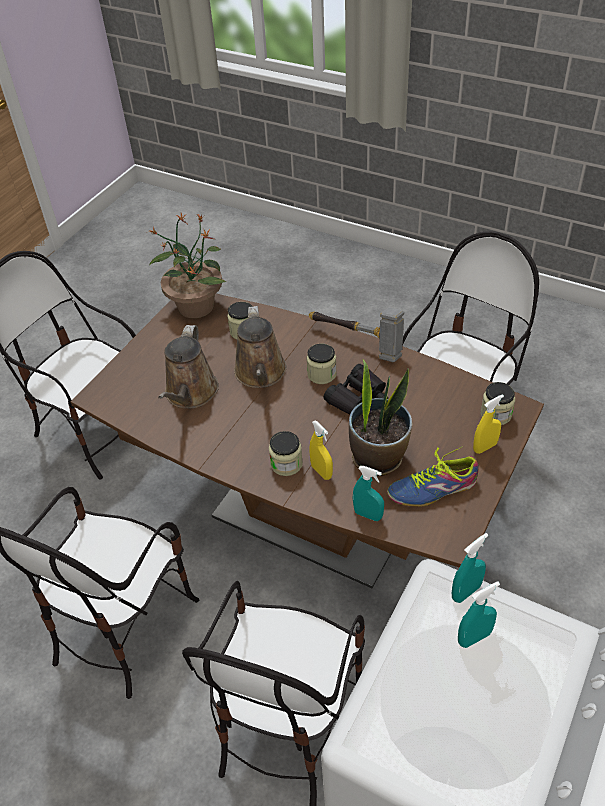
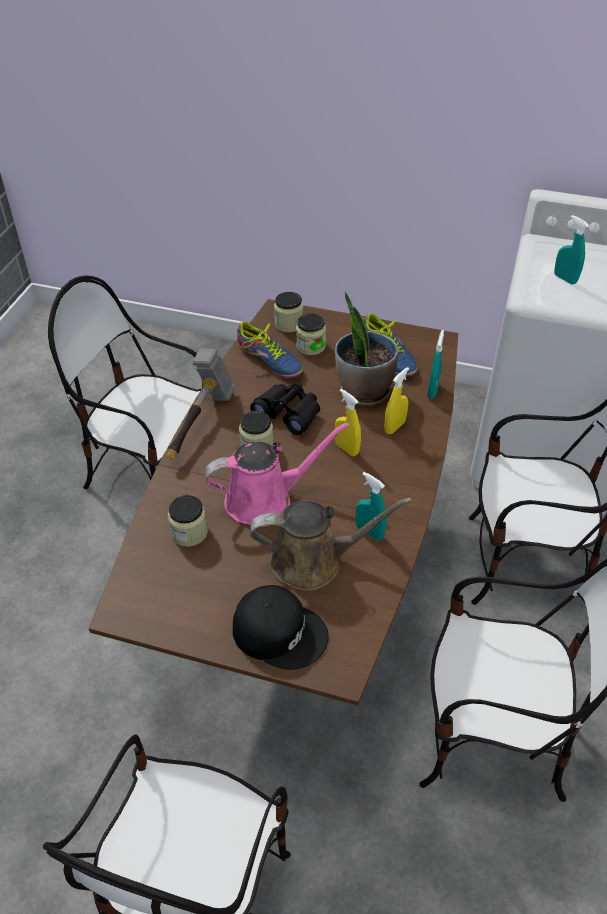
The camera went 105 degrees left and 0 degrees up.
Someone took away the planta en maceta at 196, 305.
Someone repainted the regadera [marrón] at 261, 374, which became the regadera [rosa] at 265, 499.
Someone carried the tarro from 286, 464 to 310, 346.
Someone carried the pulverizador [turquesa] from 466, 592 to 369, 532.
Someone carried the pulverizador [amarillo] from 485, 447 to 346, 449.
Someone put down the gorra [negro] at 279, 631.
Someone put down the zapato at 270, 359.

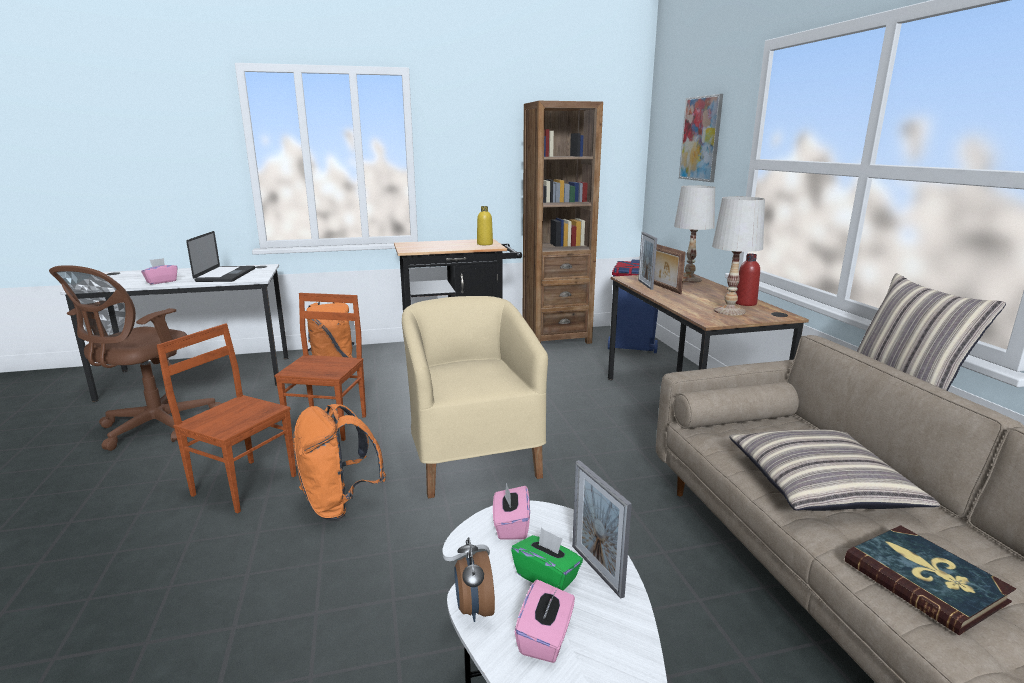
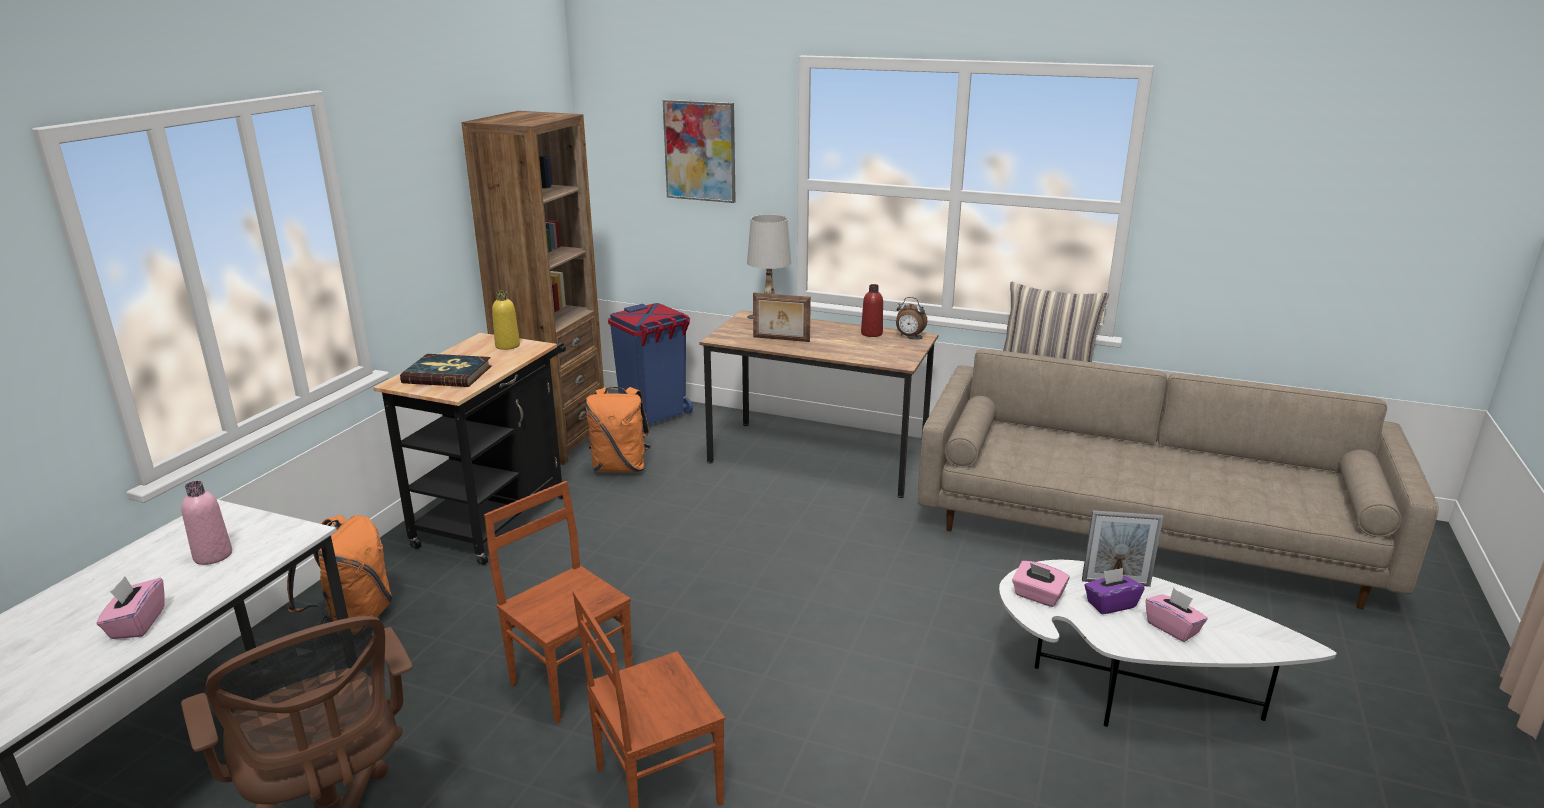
The camera went 55 degrees left and 5 degrees up.
Someone swapped the portátil at 225, 275 for the botella [rosa] at 213, 556.
Someone carried the mochila [naranja] from 339, 504 to 620, 467.
Someone took away the sillón [beis] at 472, 458.
Someone carried the despertador from 474, 609 to 909, 336.
Someone repainted the caja de pañuelos [verde] at 546, 576, which became the caja de pañuelos [morado] at 1110, 604.
Someone took away the portarretratos at 645, 284.
Someone took away the lámpara de mesa [blanco] at 729, 311.
Someone took away the cojín at 820, 486.
Someone carried the libro from 924, 581 to 447, 374.

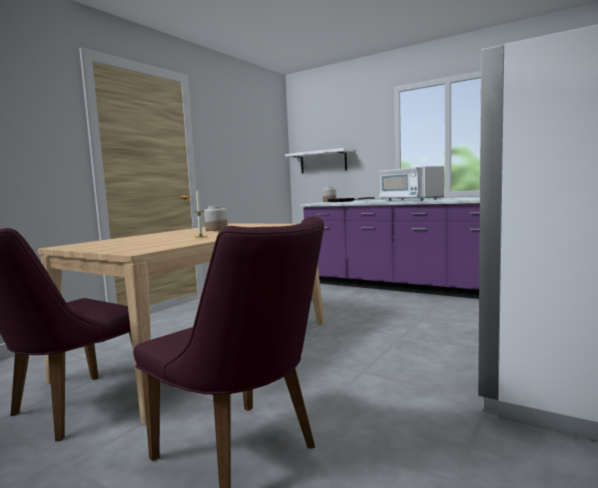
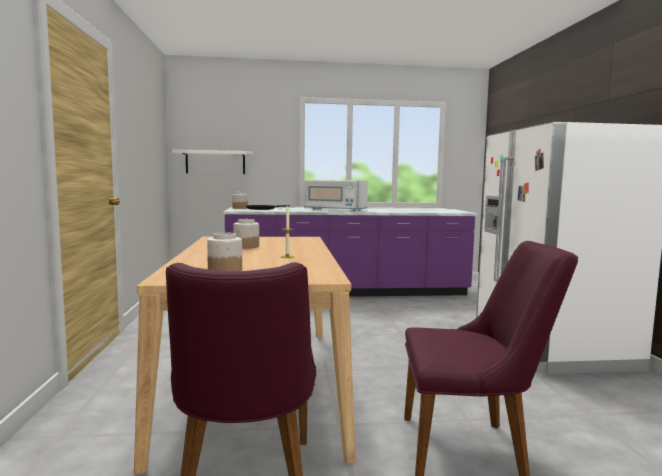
The camera went 40 degrees left and 0 degrees up.
Someone put down the tarro at 224, 270.

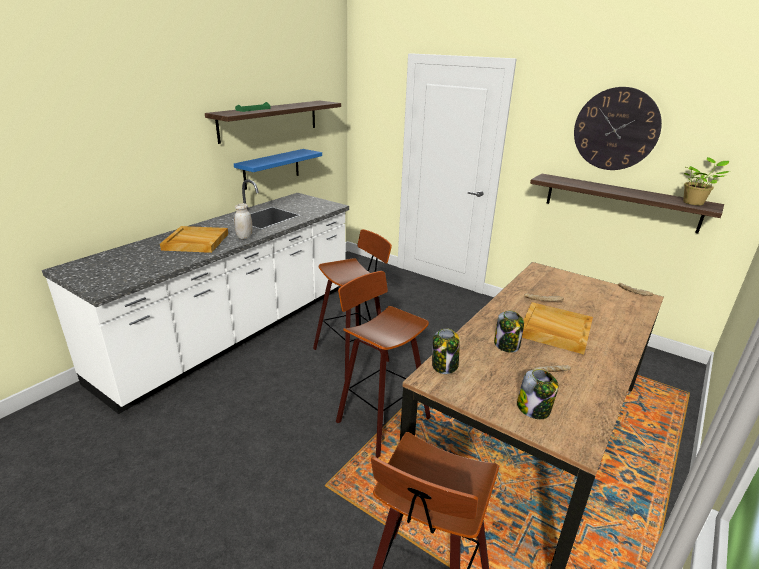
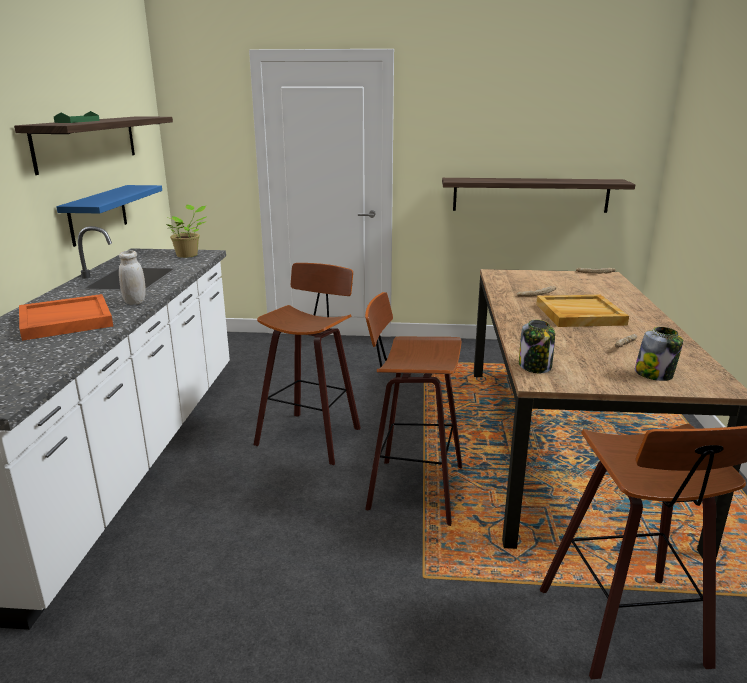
The camera went 30 degrees left and 5 degrees down.
Someone repainted the bandeja [beis] at 195, 242, which became the bandeja [naranja] at 65, 321.
Someone took away the tarro at 507, 345.
Someone took away the reloj de pared at 616, 129.
Someone carried the planta en maceta from 694, 202 to 189, 255.

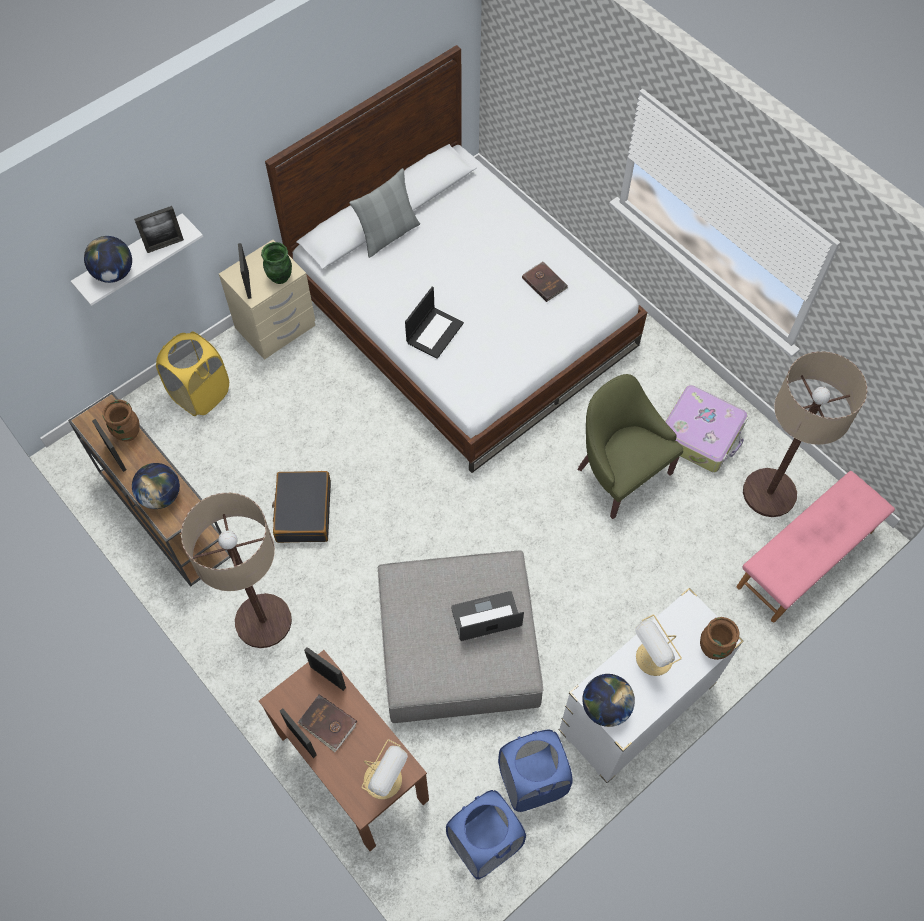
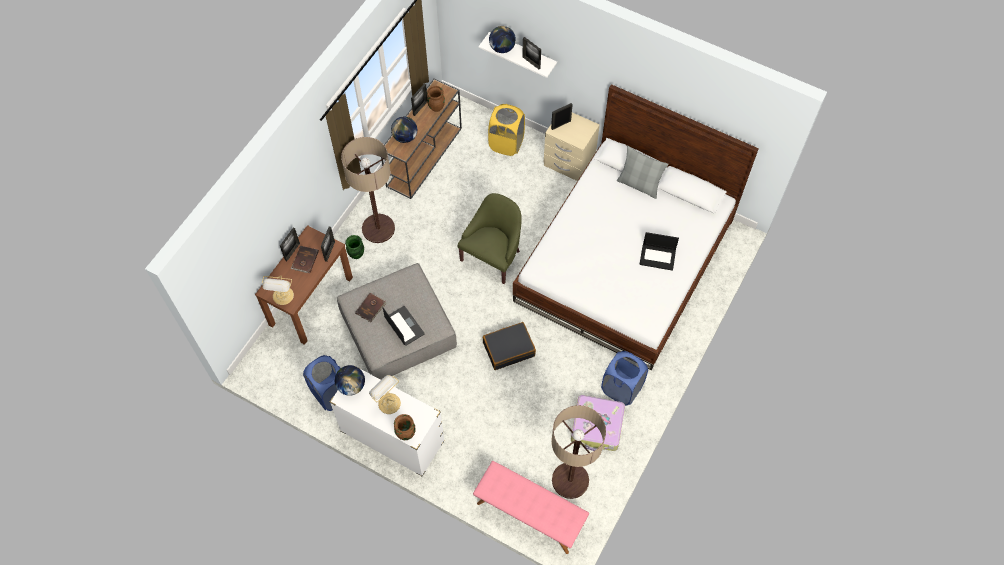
The camera went 70 degrees right and 0 degrees up.
Someone carried the florero [verde] from 280, 278 to 356, 254.
Someone carried the maleta [negro] from 303, 512 to 508, 349.
Someone carried the portátil from 434, 332 to 658, 257.
Someone carried the cesto de la ropa [azul] from 484, 843 to 621, 388.
Someone carried the libro [marrón] from 544, 282 to 371, 308.
Someone carried the sillón [verde] from 620, 472 to 493, 256.

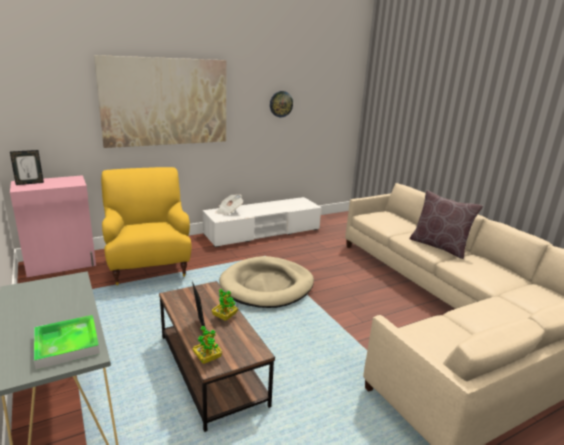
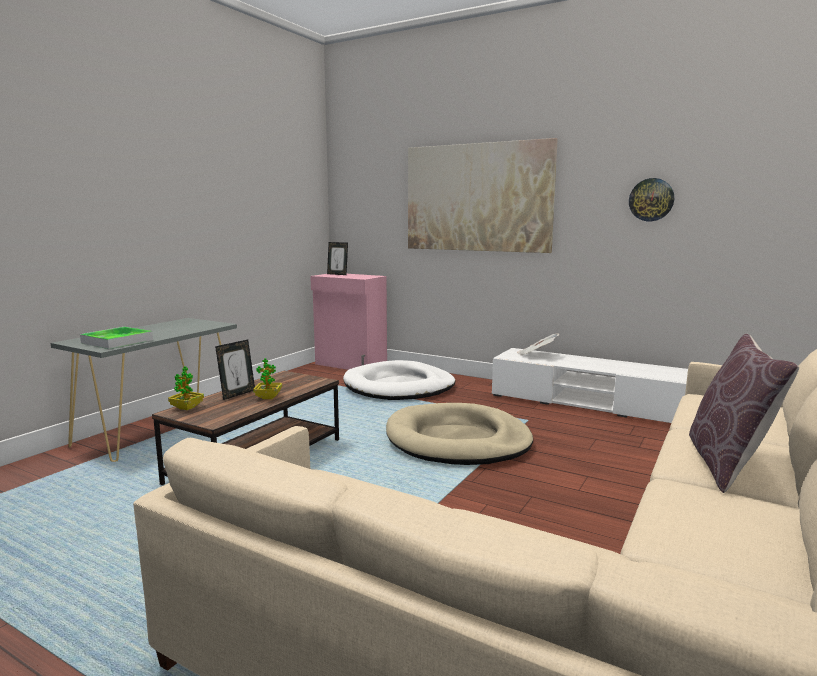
The camera went 60 degrees right and 10 degrees down.
Someone swapped the sillón [amarillo] at 149, 266 for the cama para perro [blanco] at 399, 386.

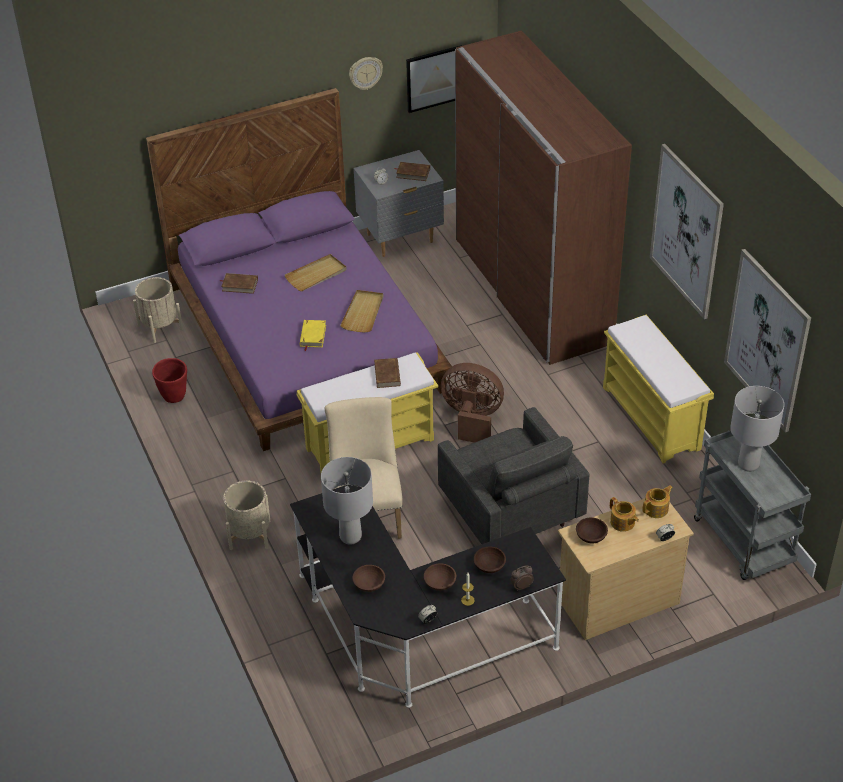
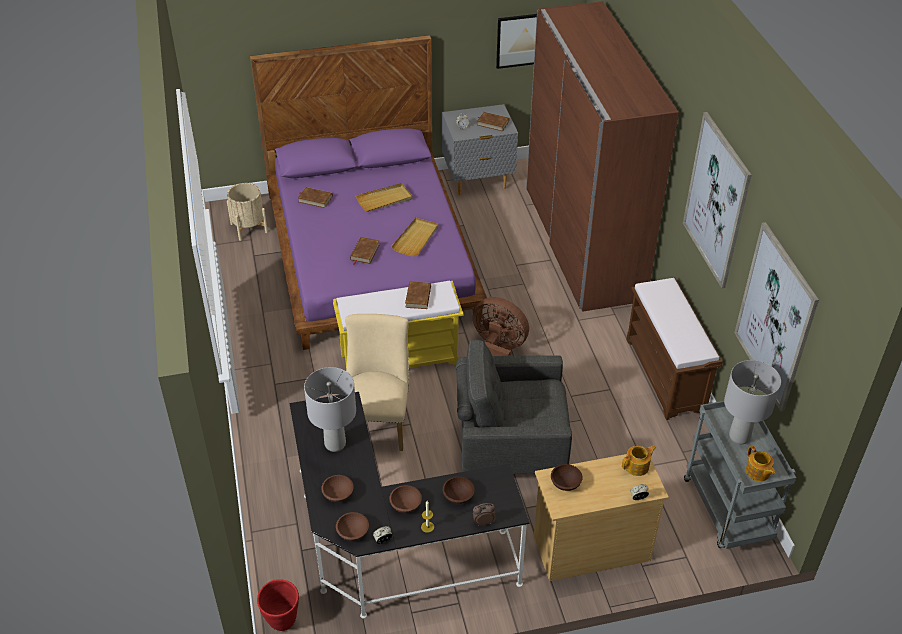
The camera went 10 degrees right and 0 degrees up.
Someone carried the maceta [rojo] from 174, 397 to 282, 621.
Someone took away the maceta [beis] at 250, 535.
Someone repainted the libro [amarillo] at 312, 336, which became the libro [marrón] at 364, 252.
Someone took away the reloj de pared at 365, 73.
Someone rotated the sillón [gris] at 510, 513 by 105 degrees clockwise.
Someone repainted the banco [amarillo] at 652, 418, which became the banco [marrón] at 666, 375.
Someone carried the tetera from 622, 523 to 757, 472.
Someone put down the cuenco [marrón] at 352, 532.

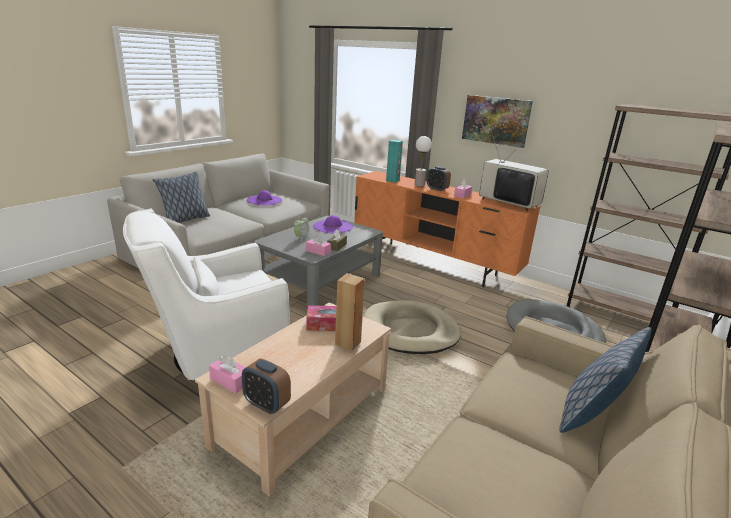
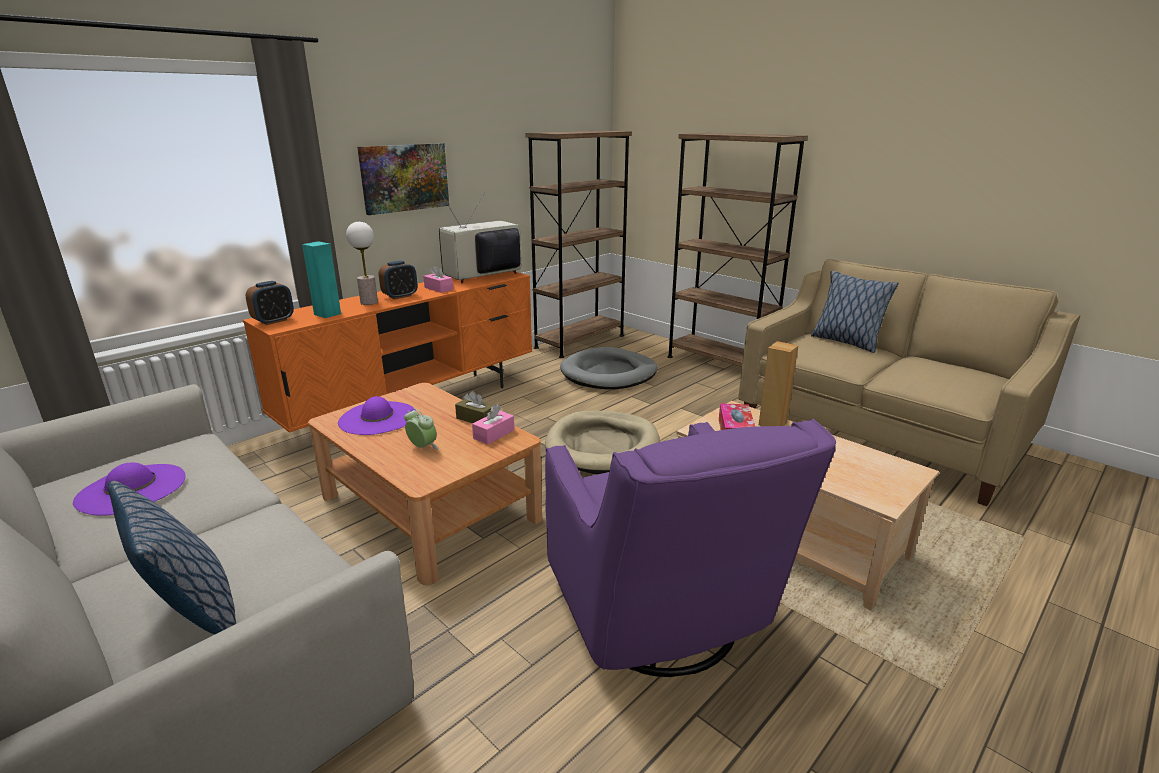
The camera went 80 degrees left and 0 degrees up.
Someone repainted the sillón [blanco] at 216, 353, which became the sillón [morado] at 662, 622.
Someone took away the caja de pañuelos [rosa] at 230, 381.
Someone carried the despertador from 266, 404 to 274, 321.
Someone repainted the mesa de centro [gris] at 320, 280, which became the mesa de centro [marrón] at 429, 507.

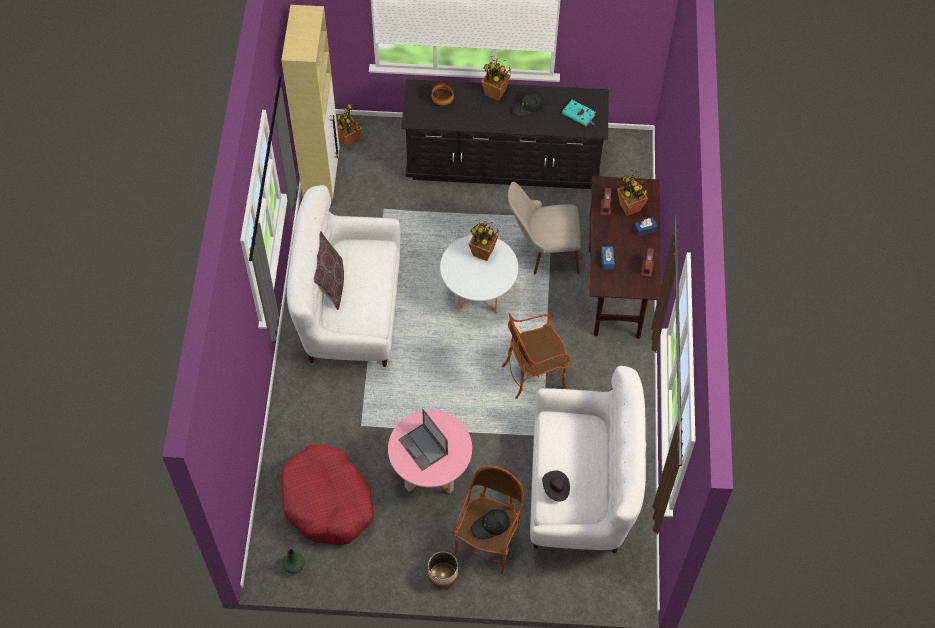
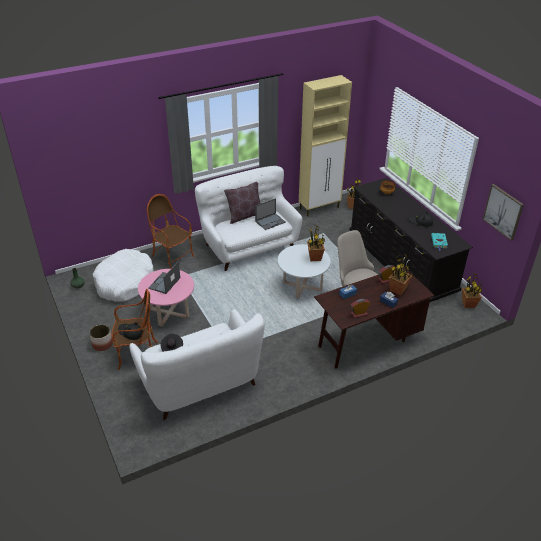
The camera went 60 degrees right and 20 degrees down.
Someone repainted the cama para perro [rojo] at 327, 501, which became the cama para perro [blanco] at 125, 282.
Someone carried the planta en maceta from 495, 92 to 468, 304.
Someone carried the sillón from 534, 373 to 172, 257.
Someone put down the portátil at 270, 221.
Someone put up the cuadro at 503, 211.

